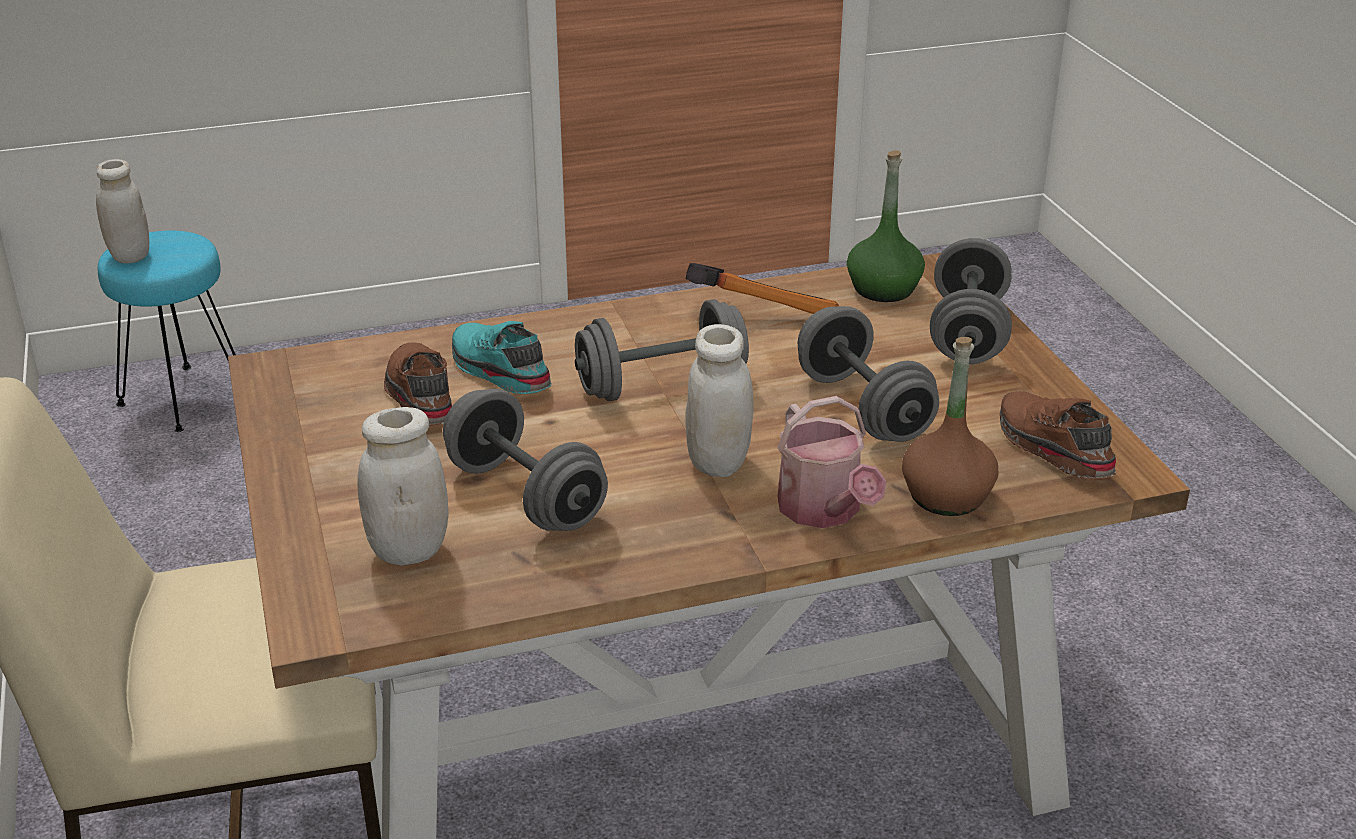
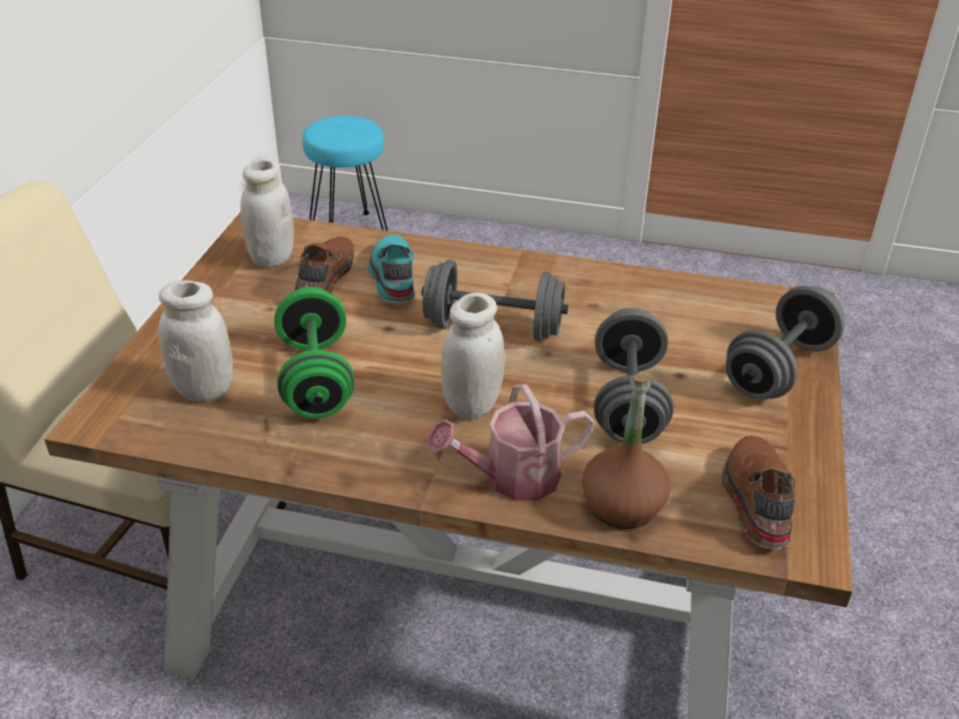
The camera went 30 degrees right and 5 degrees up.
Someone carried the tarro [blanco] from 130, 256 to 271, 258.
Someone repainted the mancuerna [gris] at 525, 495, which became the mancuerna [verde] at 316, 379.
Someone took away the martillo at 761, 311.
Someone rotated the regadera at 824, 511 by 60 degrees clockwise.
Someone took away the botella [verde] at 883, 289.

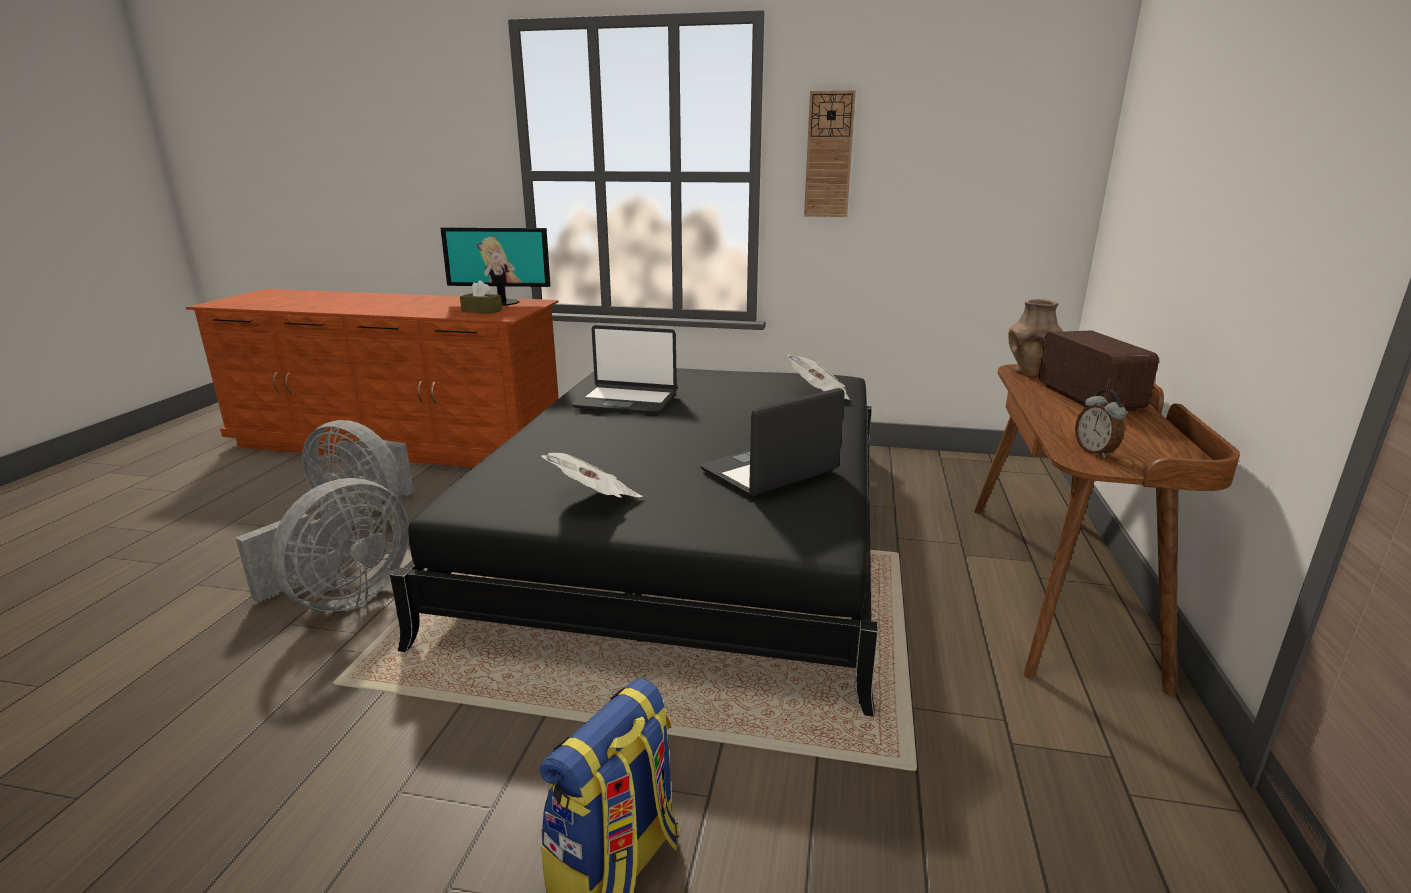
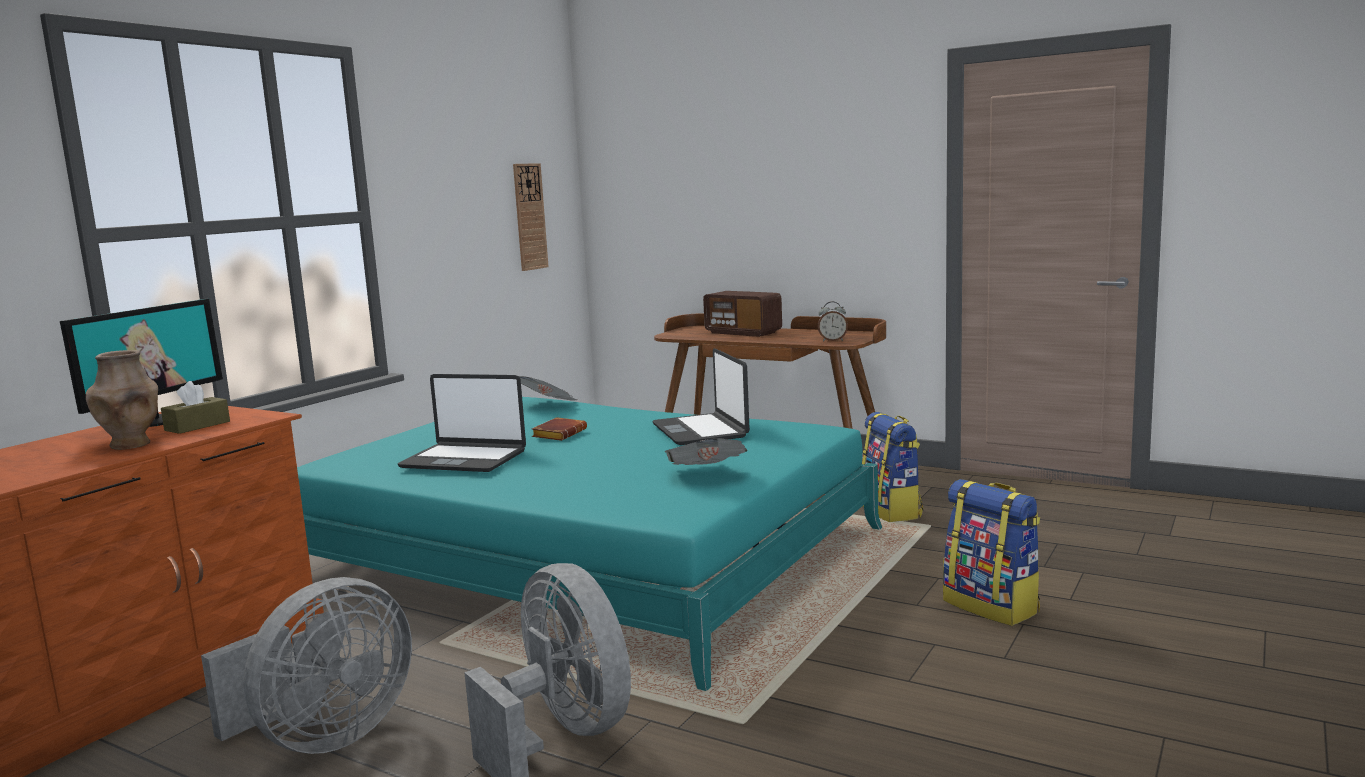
The camera went 70 degrees left and 10 degrees down.
Someone repainted the cama [negro] at 690, 531, which became the cama [turquesa] at 586, 555.
Someone rotated the portátil at 626, 401 by 75 degrees clockwise.
Someone carried the reloj de pared from 829, 155 to 529, 217.
Someone carried the florero [marrón] from 1028, 372 to 131, 445.
Someone rotated the radio at 1087, 398 by 150 degrees counterclockwise.
Someone put down the libro [marrón] at 559, 434.
Someone put down the mochila at 892, 511.

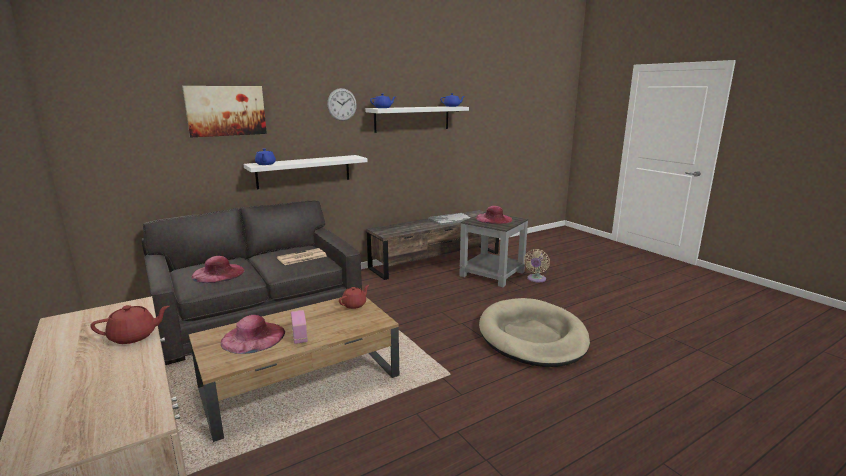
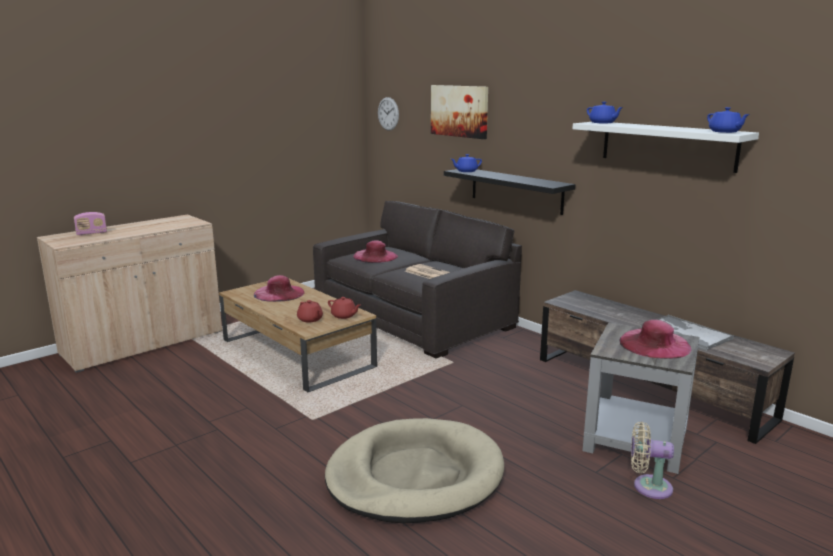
The camera went 80 degrees right and 0 degrees up.
Someone carried the tetera [rojo] from 134, 336 to 310, 319.
Someone repainted the estante [blanco] at 304, 171, which became the estante [negro] at 516, 190.
Someone carried the radio from 300, 336 to 91, 233.
Someone carried the reloj de pared from 342, 104 to 388, 113.

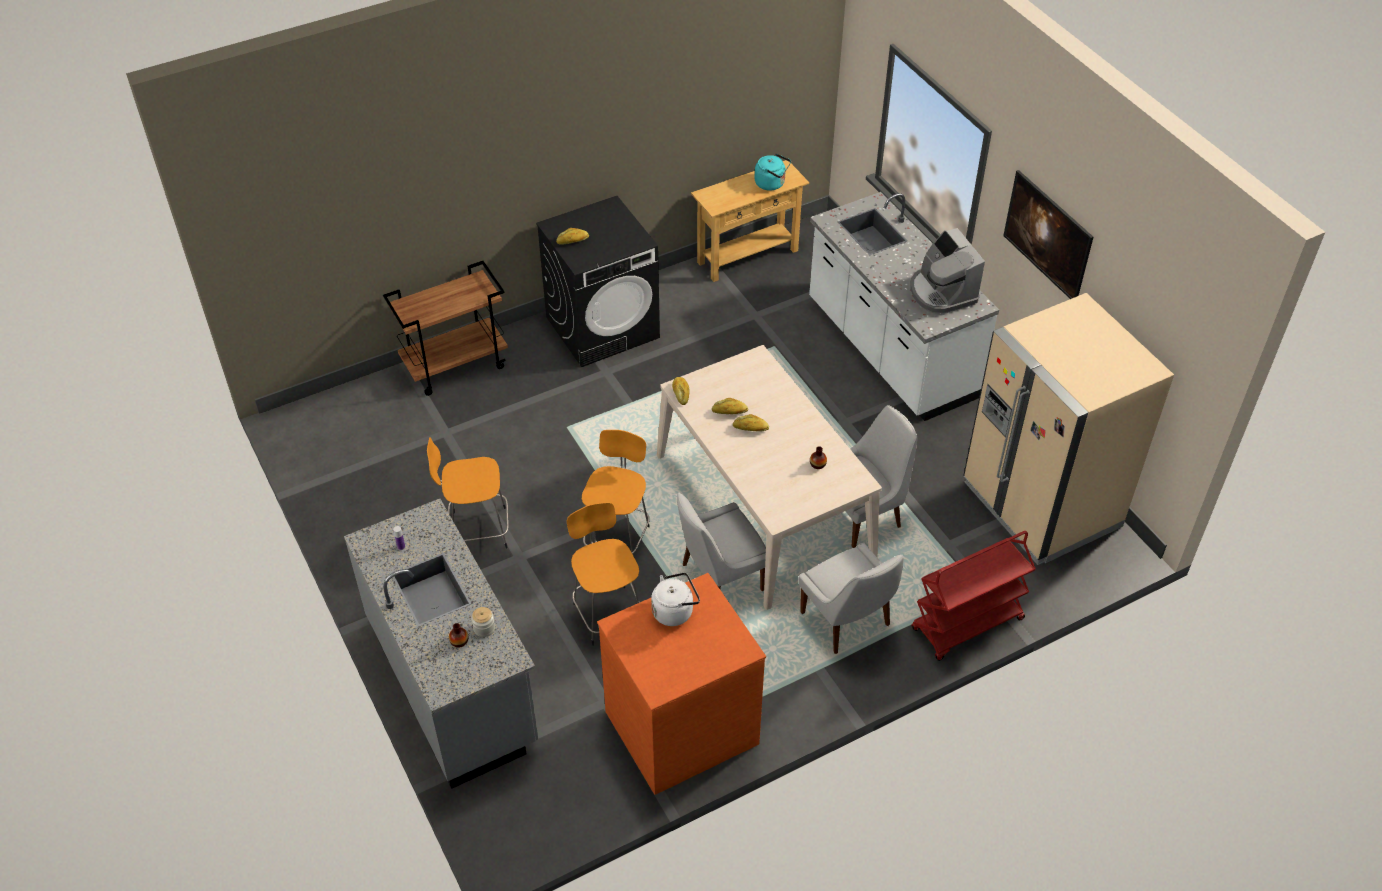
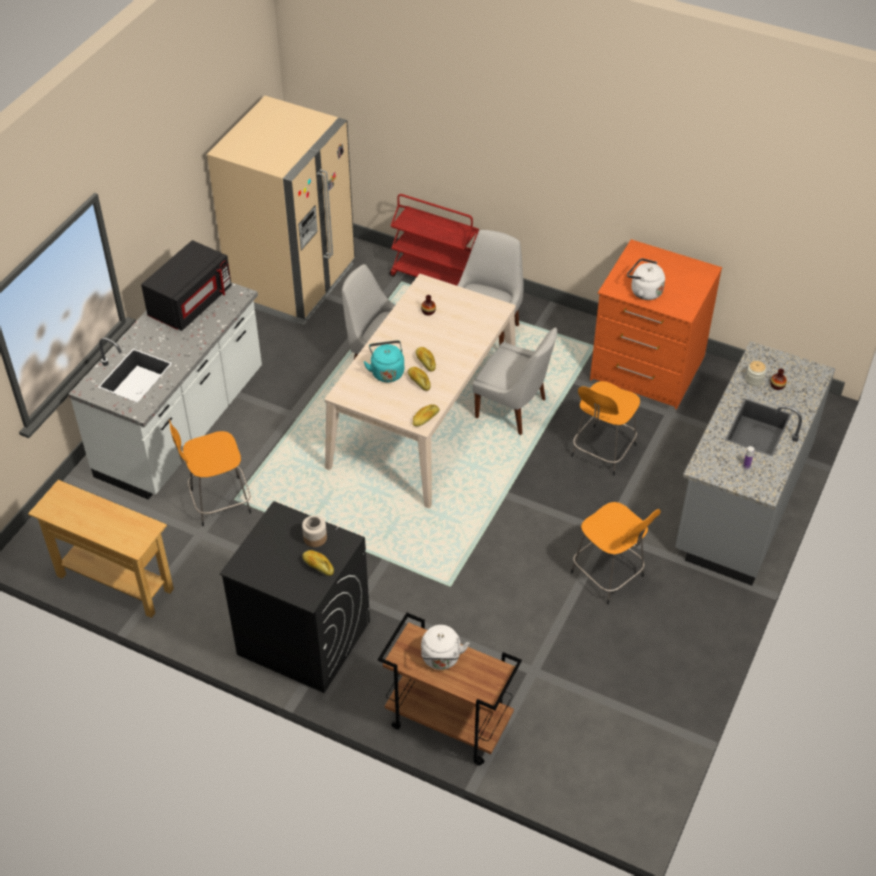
The camera went 125 degrees left and 0 degrees up.
Someone carried the taburete [naranja] from 617, 539 to 218, 502.
Someone carried the hervidor [turquesa] from 771, 184 to 386, 371.
Someone swapped the cafetera at 941, 292 for the microondas [negro] at 190, 303.
Someone took away the cuadro at 1044, 251.
Someone put down the tarro at 314, 538.
Someone put down the hervidor [blanco] at 441, 659.

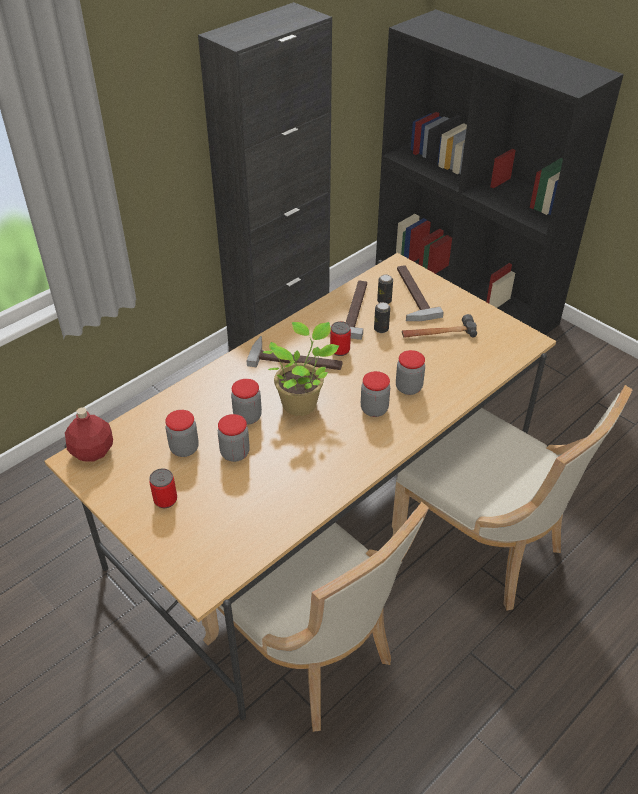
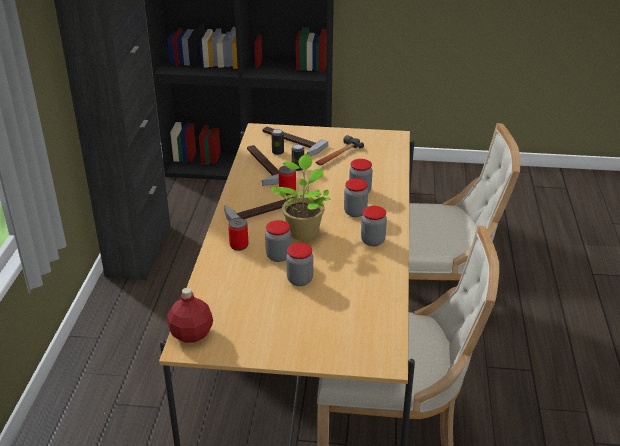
The camera went 40 degrees left and 10 degrees down.
Someone carried the lata from 165, 500 to 239, 245.
Someone carried the tarro from 184, 448 to 372, 241.

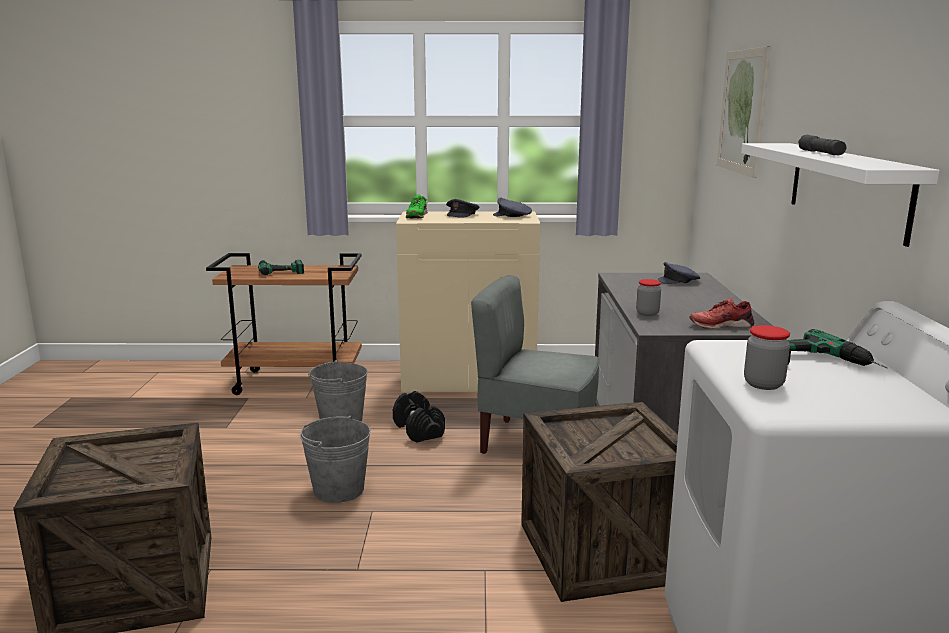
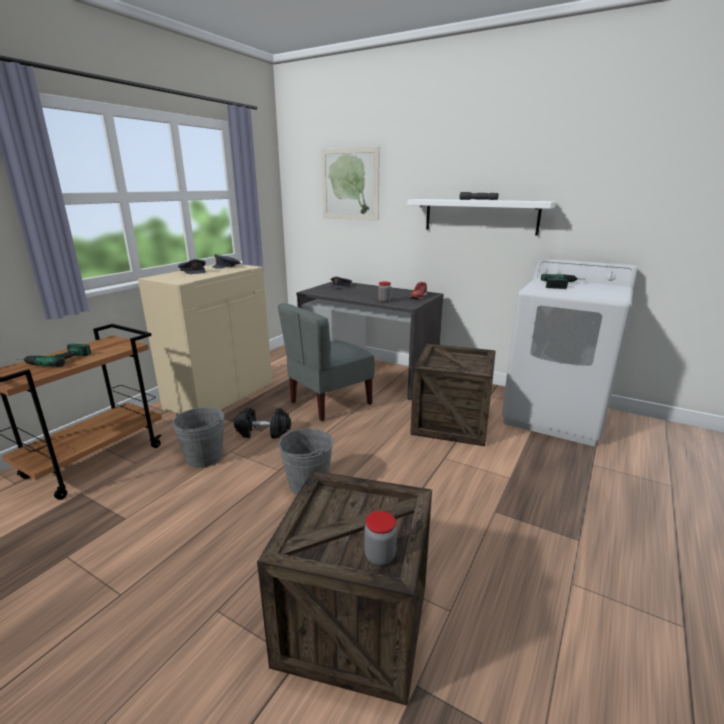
The camera went 60 degrees left and 5 degrees up.
Someone took away the zapato [verde] at 416, 216.
Someone carried the tarro from 763, 384 to 380, 556.

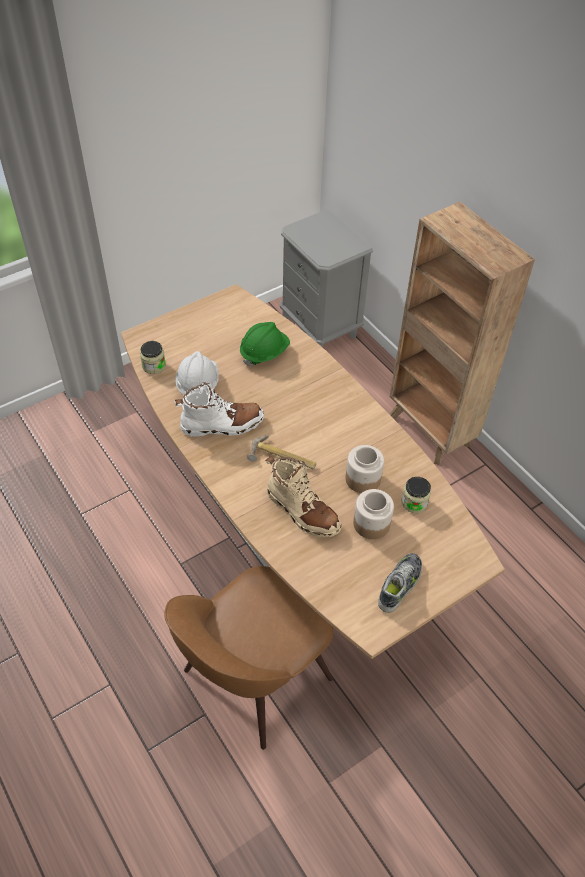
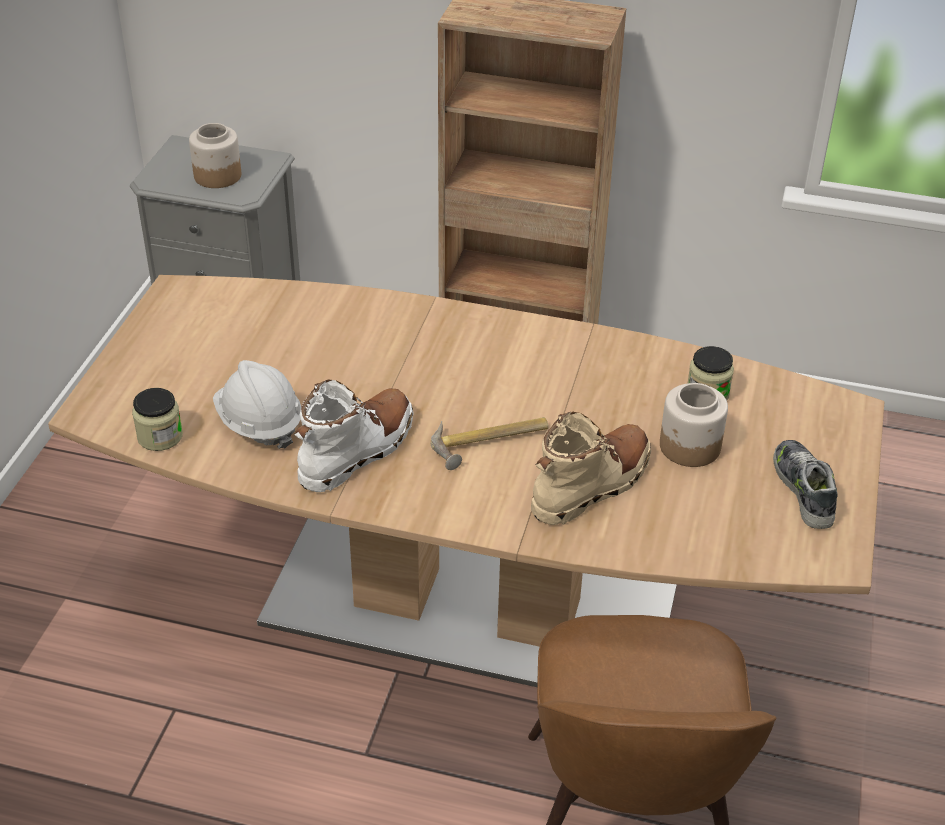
The camera went 40 degrees left and 10 degrees down.
Someone took away the casco [verde] at 264, 353.
Someone rotated the bota [beis] at 302, 511 by 45 degrees counterclockwise.
Someone carried the tarro from 362, 479 to 217, 176.

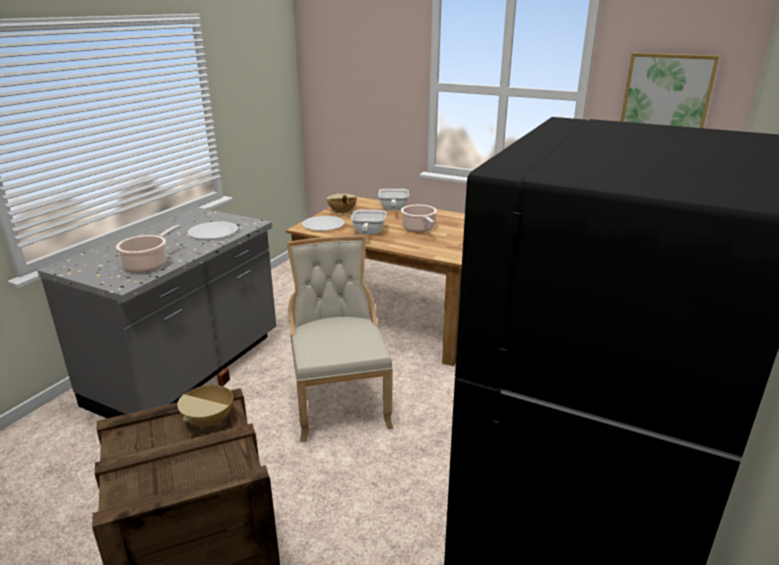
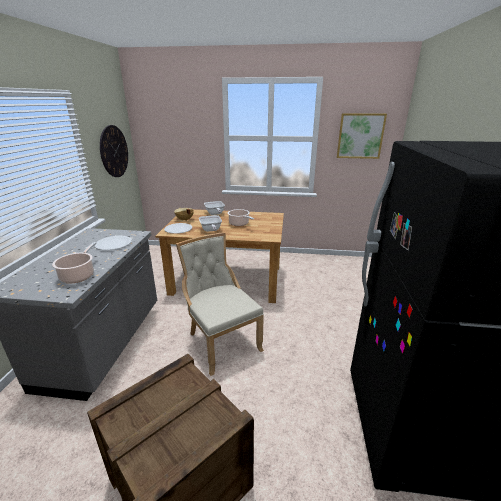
The camera went 20 degrees left and 0 degrees up.
Someone took away the olla [beis] at 210, 421.
Someone put up the reloj de pared at 114, 151.

